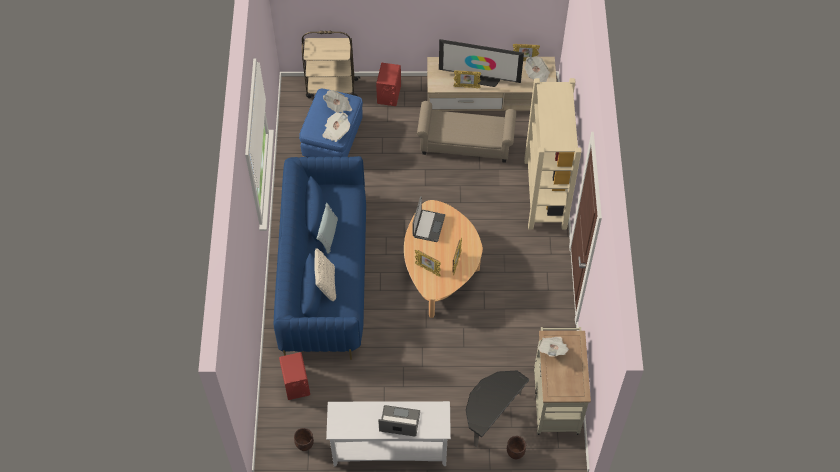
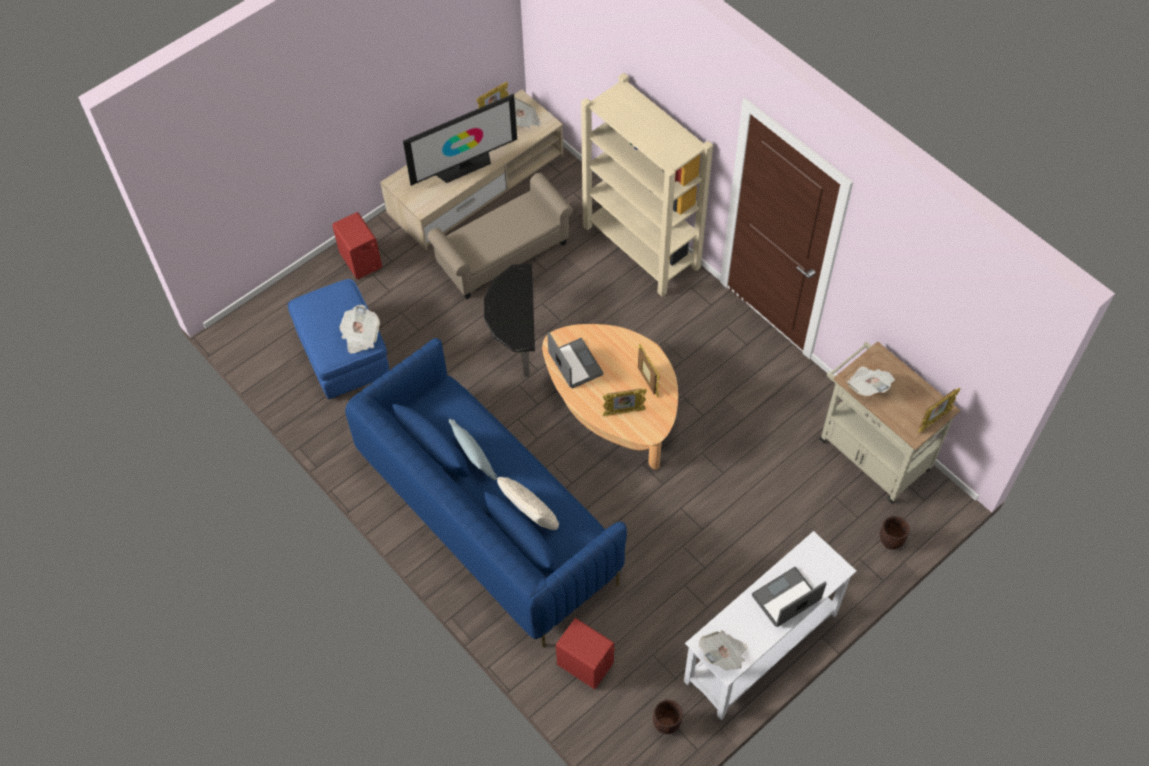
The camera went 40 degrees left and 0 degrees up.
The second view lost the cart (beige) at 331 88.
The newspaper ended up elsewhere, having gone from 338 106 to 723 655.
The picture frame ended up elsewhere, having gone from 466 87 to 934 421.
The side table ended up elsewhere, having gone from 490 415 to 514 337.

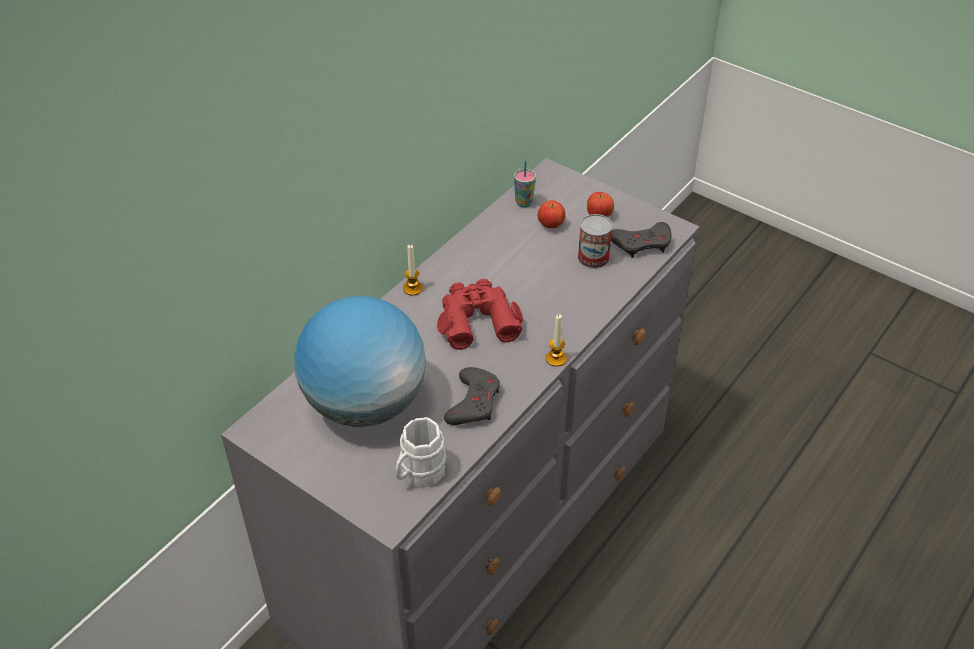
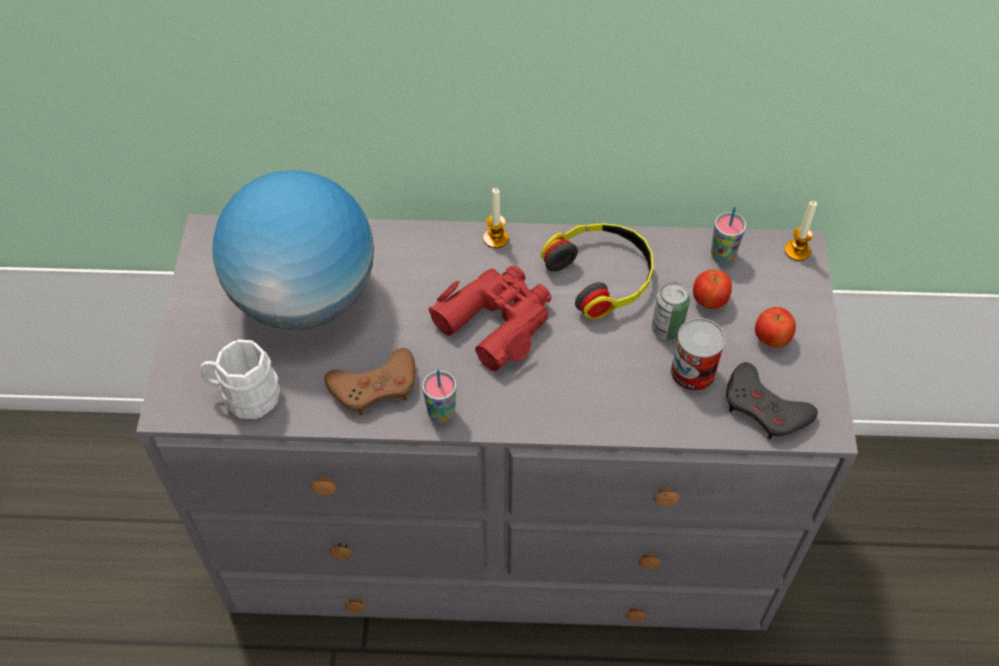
The camera went 55 degrees right and 10 degrees up.
What was the game controller (grey) at 473 402 turned into the game controller (brown) at 375 386.
The candle ended up elsewhere, having gone from 556 359 to 797 251.
The second view gained the cup at 441 413.
The second view gained the headphones at 601 275.
The second view gained the can at 667 328.

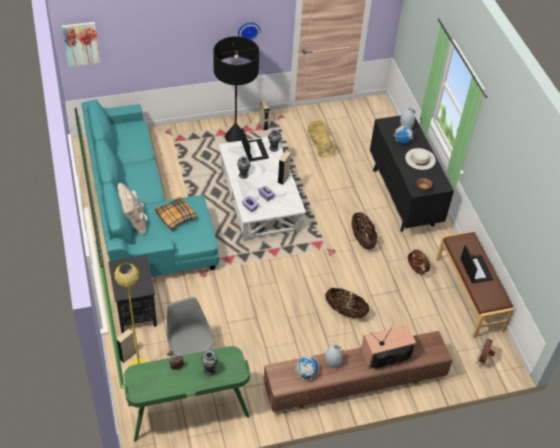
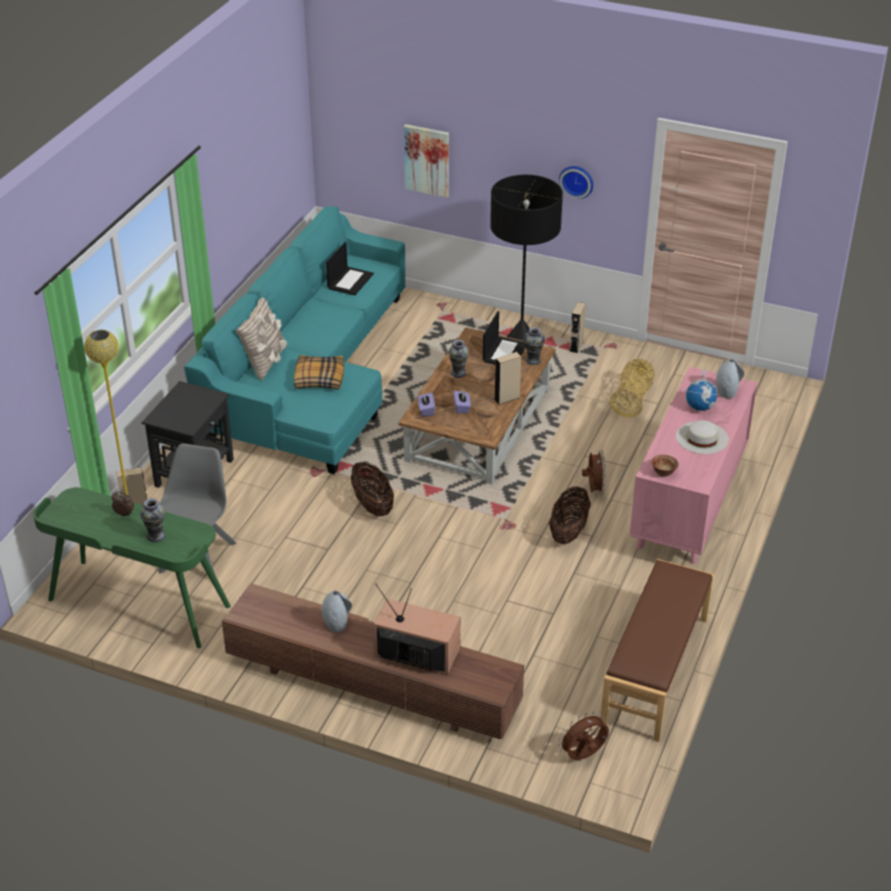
The camera went 40 degrees right and 10 degrees down.
The picture ended up elsewhere, having gone from 81 43 to 427 160.
What was the coffee table (white) at 259 198 turned into the coffee table (brown) at 478 423.
The second view lost the globe at 306 373.
The basket ended up elsewhere, having gone from 345 311 to 372 505.
What was the dresser (black) at 403 197 turned into the dresser (pink) at 688 510.
The fan (brown) ended up elsewhere, having gone from 416 270 to 593 489.
The laptop ended up elsewhere, having gone from 475 269 to 350 281.

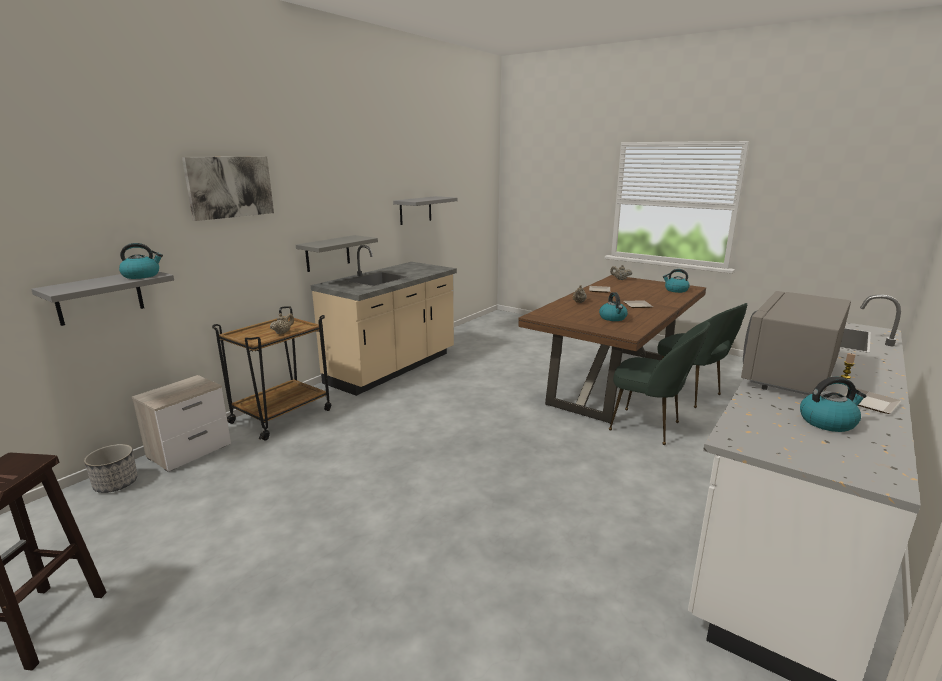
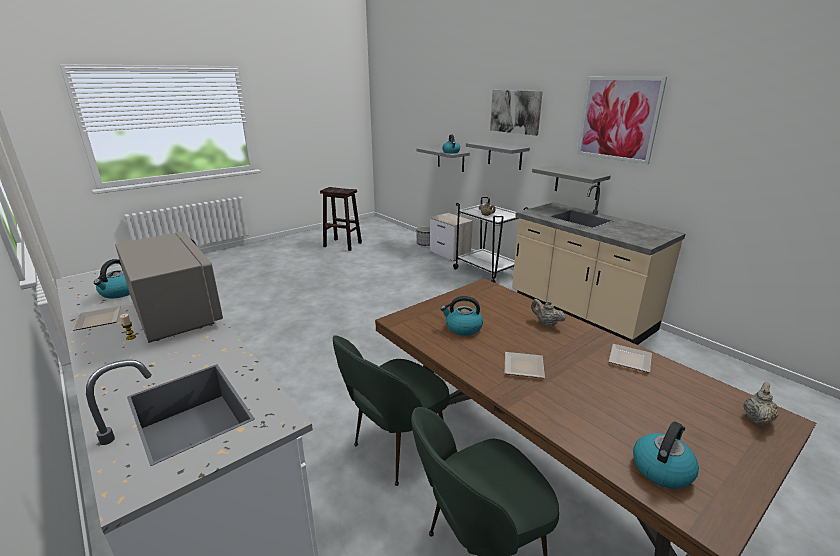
The camera went 105 degrees right and 5 degrees up.
What was the cart (brown) at 282 416 turned into the cart (white) at 487 272.
The shelf (grey) ended up elsewhere, having gone from 415 210 to 505 155.
The second view gained the picture at 618 119.

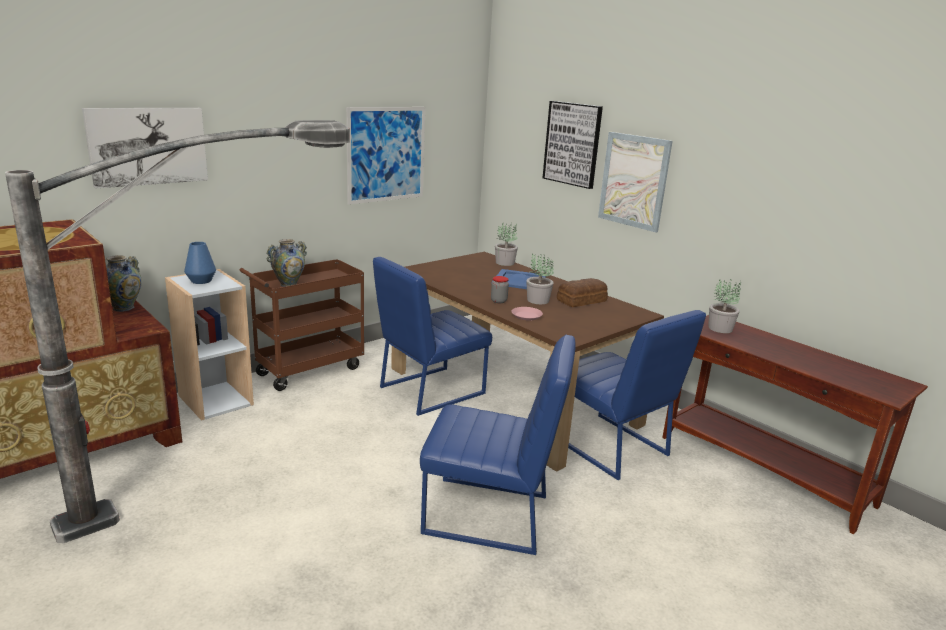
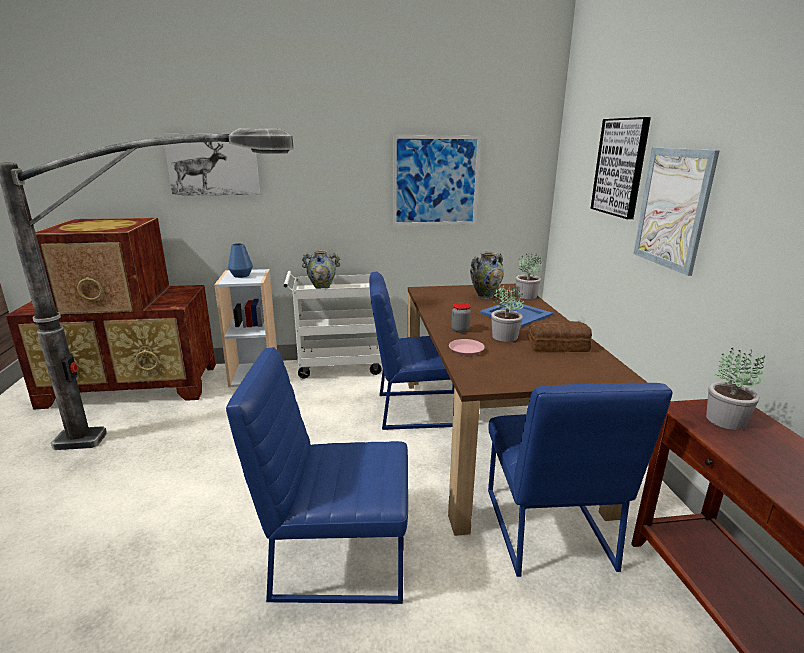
The camera went 35 degrees right and 0 degrees up.
The vase ended up elsewhere, having gone from 123 308 to 485 296.
What was the cart (brown) at 307 372 turned into the cart (white) at 338 368.
The chair (blue) at 490 515 ended up facing another way, 135 degrees clockwise from before.

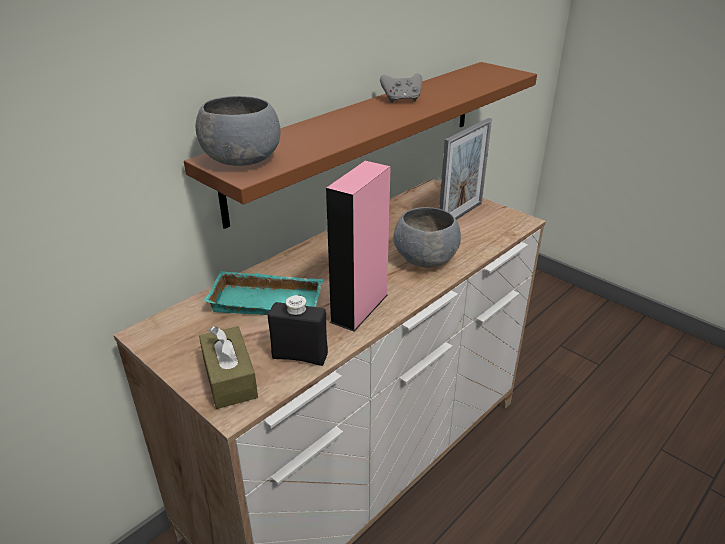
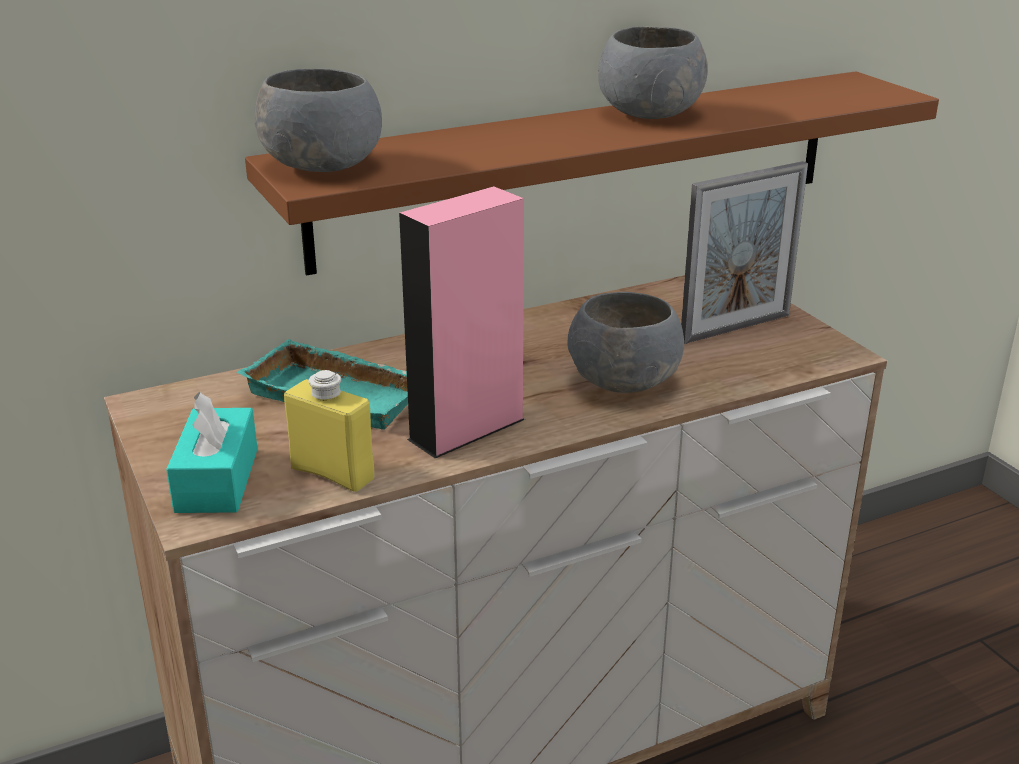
The camera went 20 degrees right and 5 degrees down.
What was the tissue box (brown) at 229 378 turned into the tissue box (turquoise) at 217 480.
What was the bottle (black) at 300 356 turned into the bottle (yellow) at 332 473.
Where the game controller (grey) stood at 401 100, the bowl (grey) came to stand at 648 114.

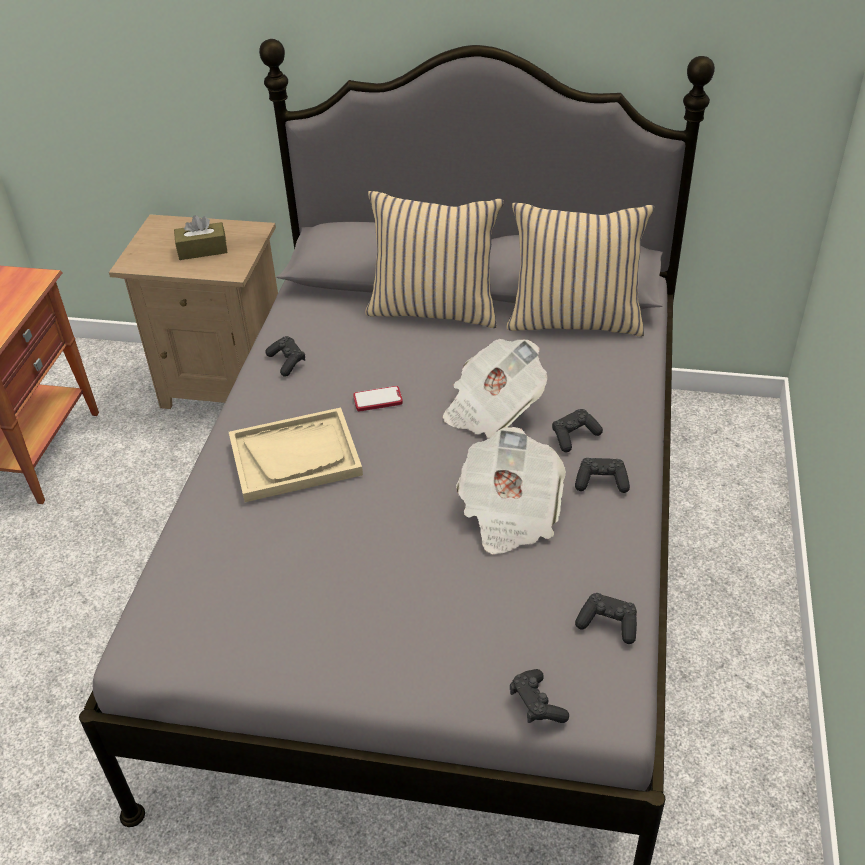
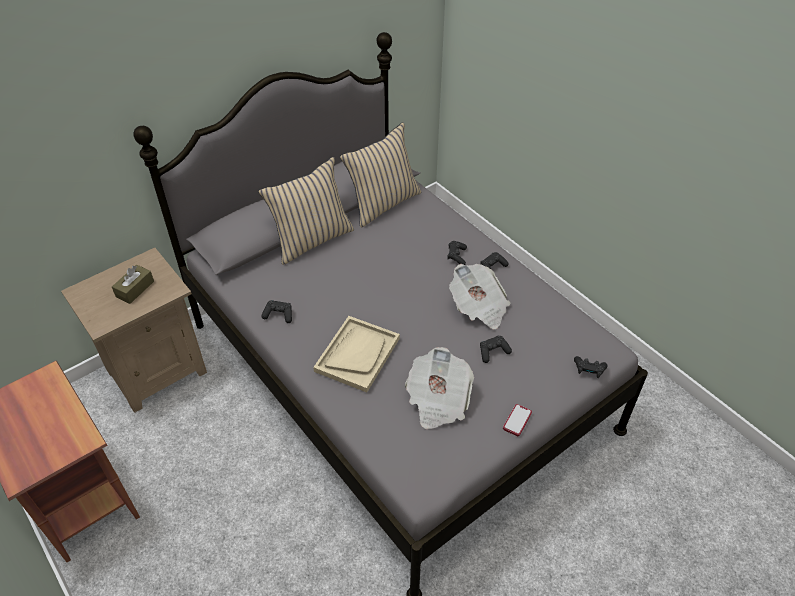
The camera went 50 degrees left and 5 degrees up.
The phone ended up elsewhere, having gone from 378 400 to 517 420.
The newspaper ended up elsewhere, having gone from 492 409 to 438 400.
The game controller (black) ended up elsewhere, having gone from 608 624 to 493 352.

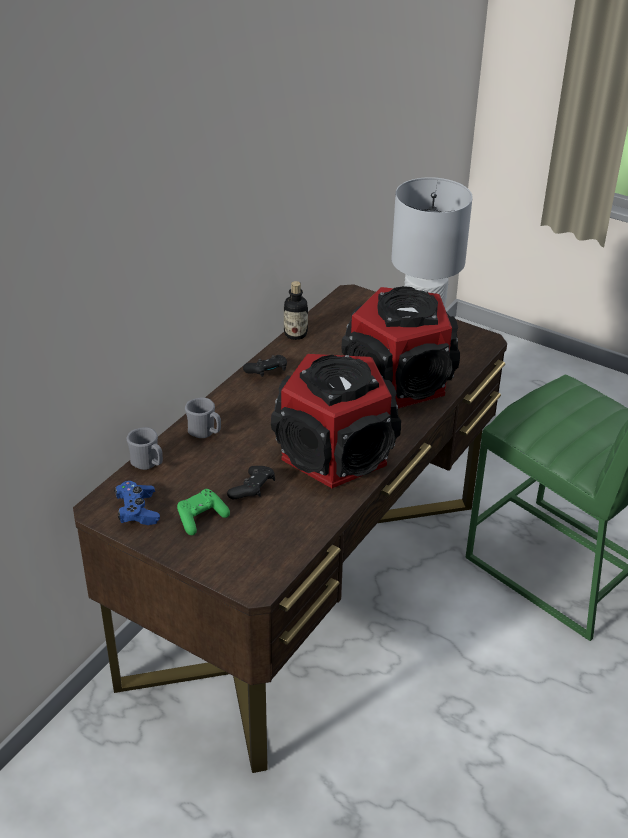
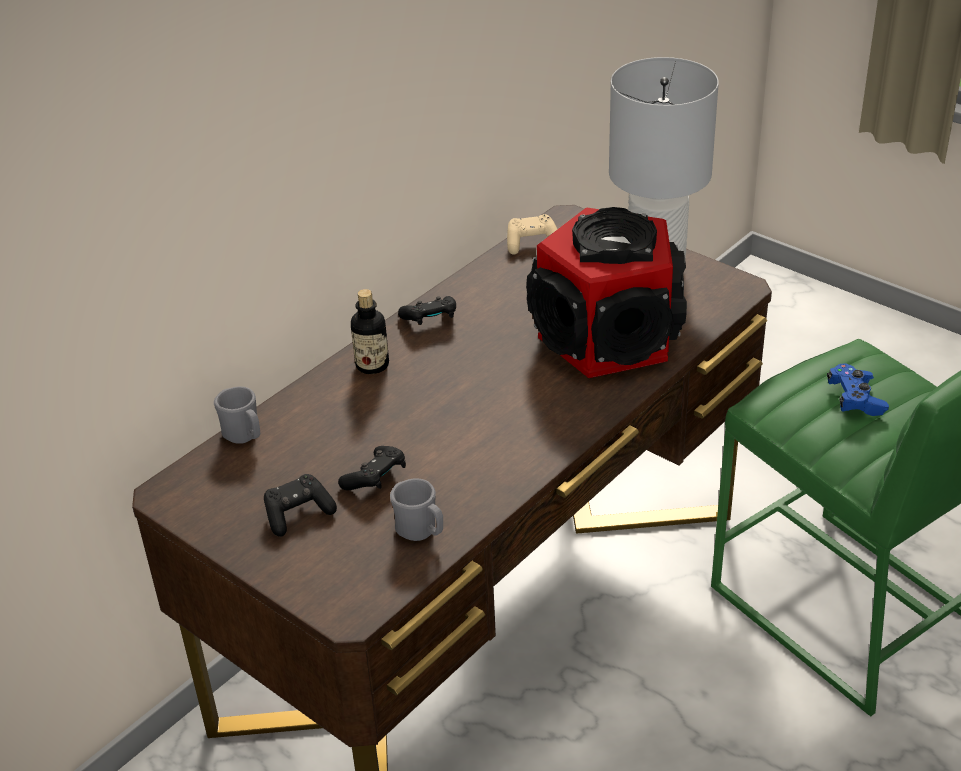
The camera went 10 degrees right and 0 degrees up.
The game controller (blue) ended up elsewhere, having gone from 137 511 to 855 399.
What was the game controller (green) at 201 518 turned into the game controller (black) at 298 514.
The mug (grey) ended up elsewhere, having gone from 205 433 to 421 532.
The second view lost the speaker at 335 453.
The bottle ended up elsewhere, having gone from 295 334 to 372 365.
The second view gained the game controller (beige) at 532 243.

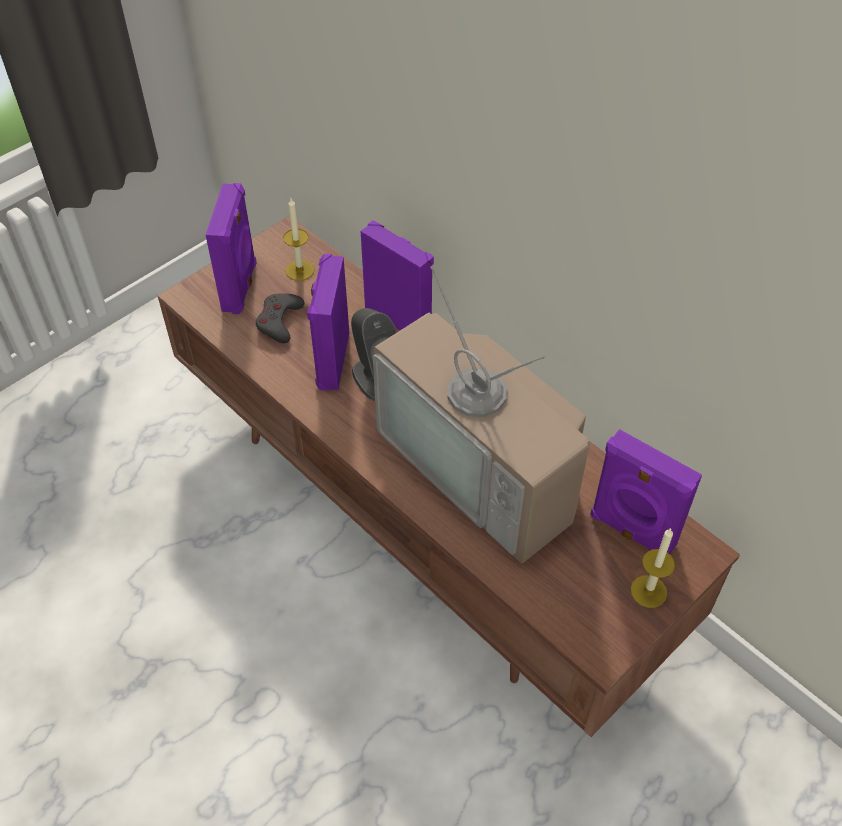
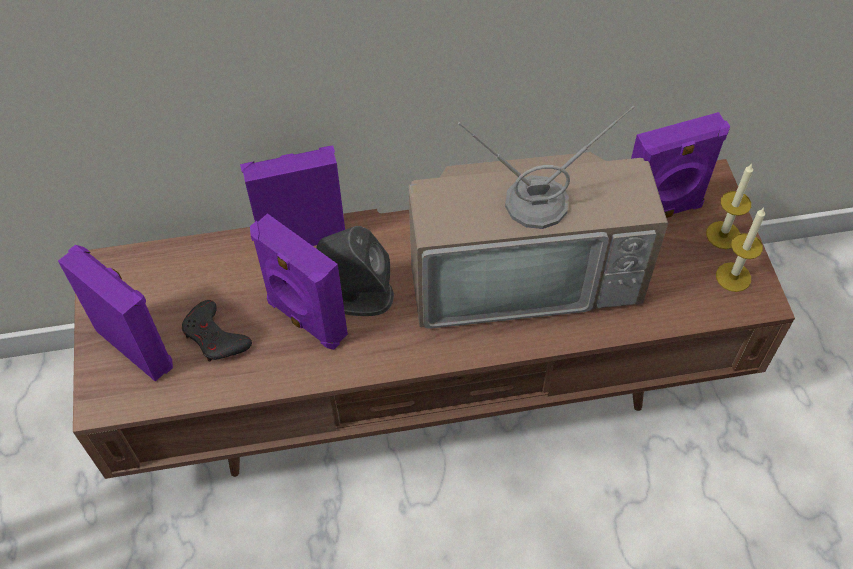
The camera went 55 degrees left and 5 degrees up.
The candle ended up elsewhere, having gone from 299 270 to 733 277.

